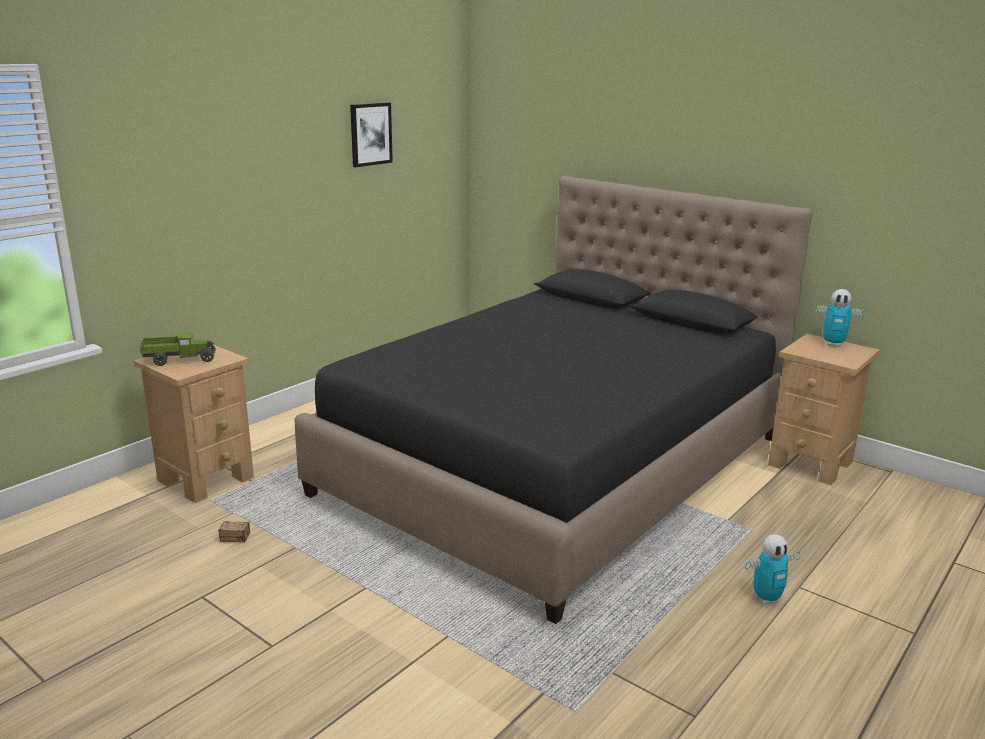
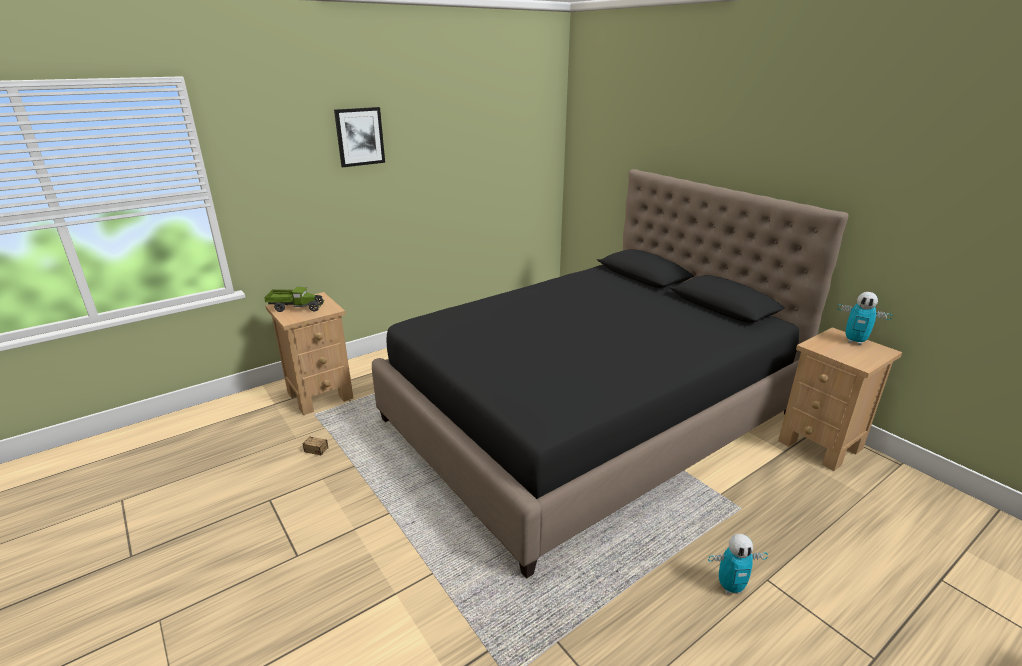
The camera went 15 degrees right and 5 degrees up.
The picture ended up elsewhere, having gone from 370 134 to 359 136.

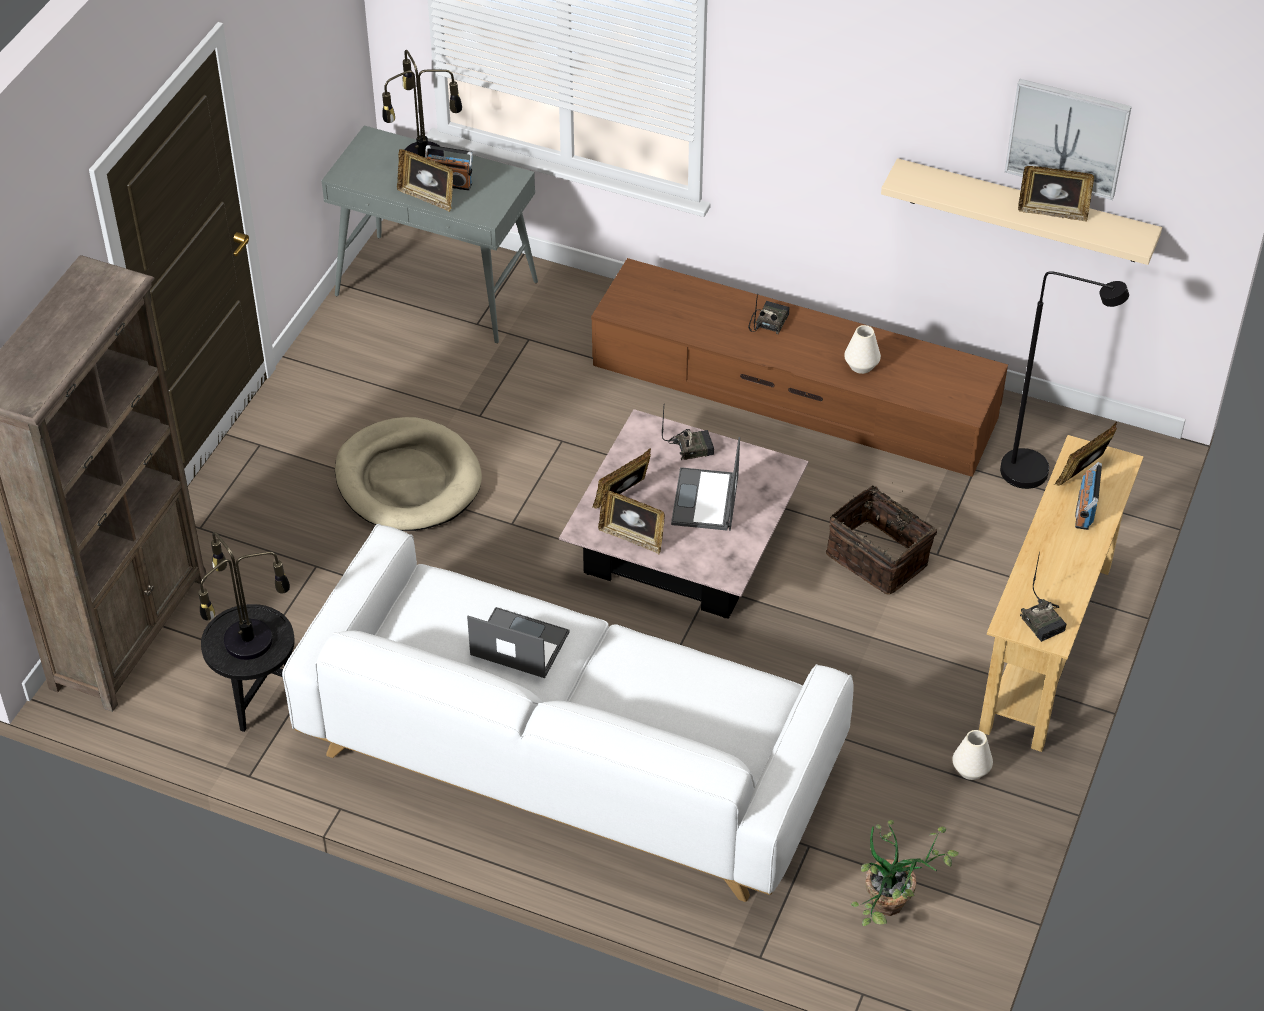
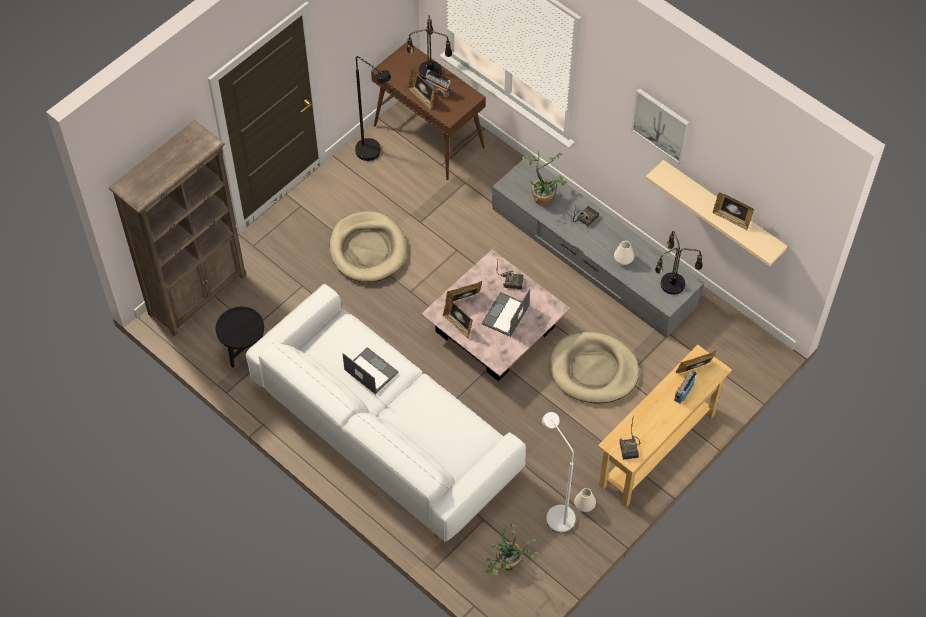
The camera went 20 degrees right and 10 degrees up.
The table lamp ended up elsewhere, having gone from 248 640 to 672 283.
What was the console table (grey) at 438 289 turned into the console table (brown) at 429 137.
What was the tv stand (brown) at 794 389 turned into the tv stand (grey) at 594 256.
Where the basket stood at 879 557, the dog bed (beige) came to stand at 593 370.
The floor lamp (black) ended up elsewhere, having gone from 1037 474 to 373 154.
The picture ended up elsewhere, having gone from 1067 137 to 661 125.
The second view gained the potted plant at 543 196.
The second view gained the floor lamp (white) at 556 513.

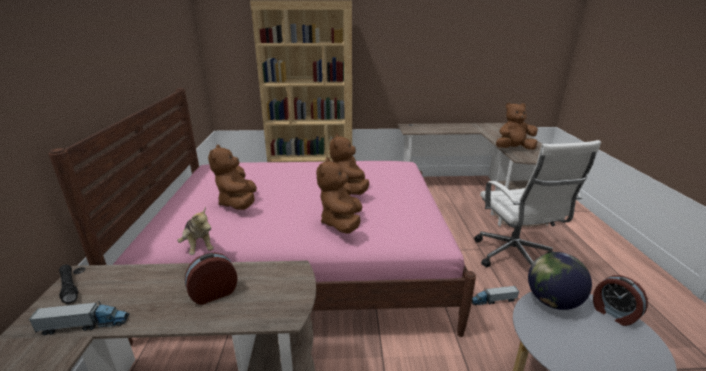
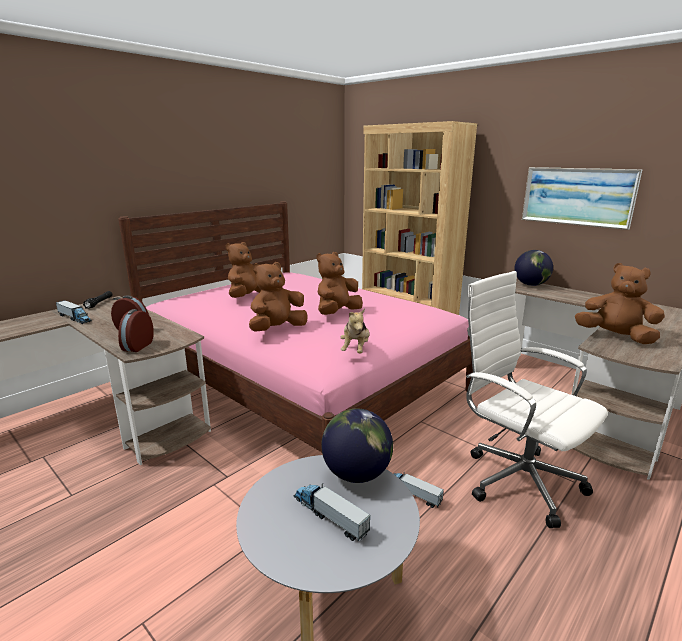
The camera went 45 degrees right and 5 degrees down.
The plush toy ended up elsewhere, having gone from 198 247 to 355 350.
The office chair (white) at 514 258 ended up facing another way, 105 degrees clockwise from before.
The alarm clock ended up elsewhere, having gone from 613 313 to 137 346.
The second view gained the toy truck at 329 516.
The second view gained the globe at 531 285.
The second view gained the picture at 577 196.

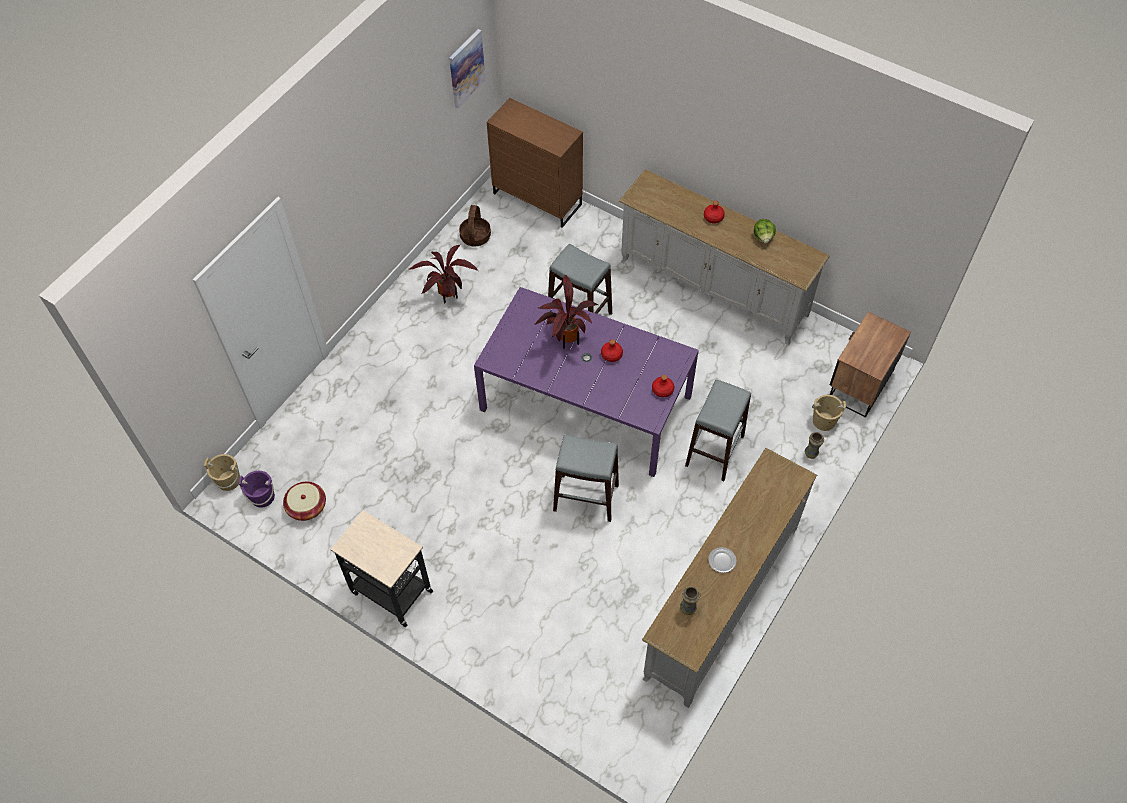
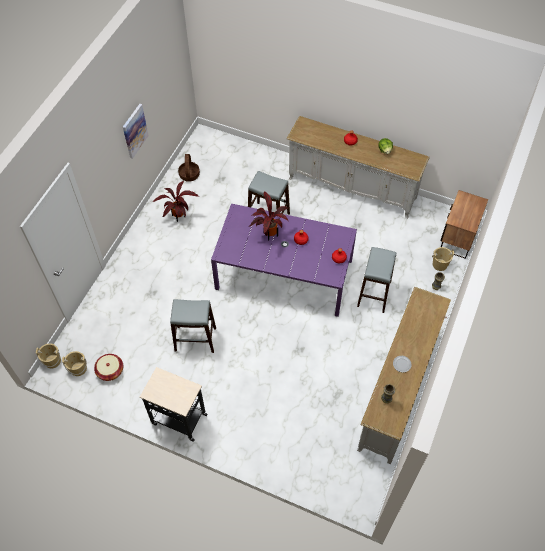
The camera went 10 degrees left and 0 degrees up.
What was the bucket (purple) at 262 497 turned into the bucket (beige) at 78 368.
The picture ended up elsewhere, having gone from 466 68 to 134 131.
The second view lost the dresser (brown) at 538 198.
The stool (grey) ended up elsewhere, having gone from 585 498 to 195 339.

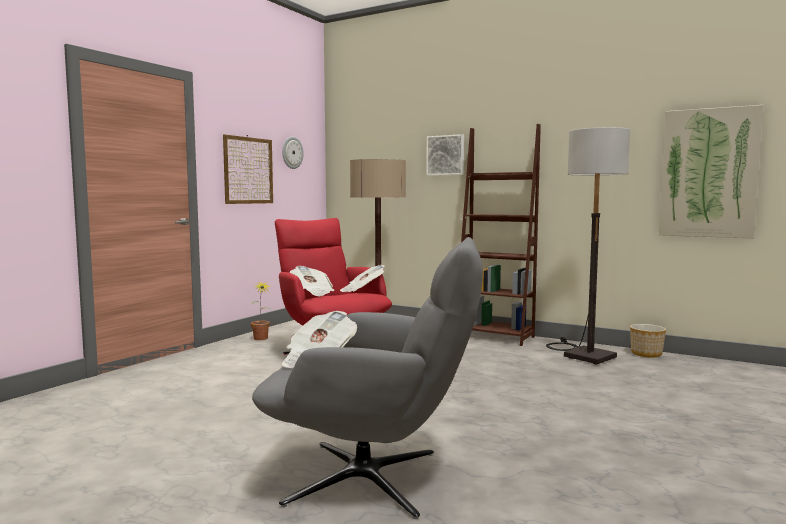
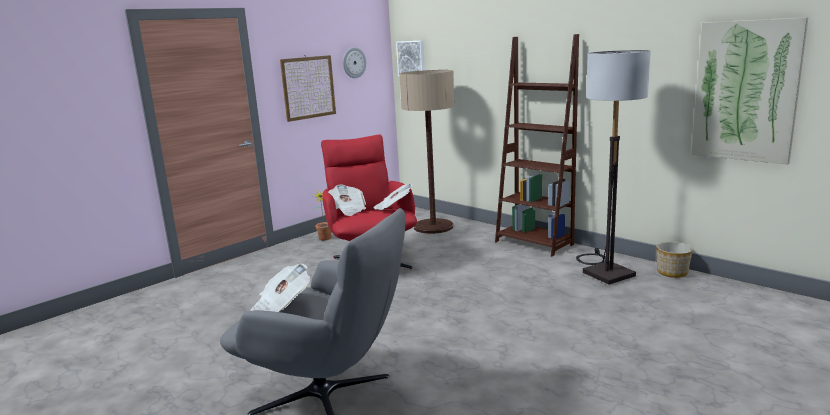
The camera went 15 degrees right and 10 degrees up.
The picture ended up elsewhere, having gone from 446 155 to 411 58.

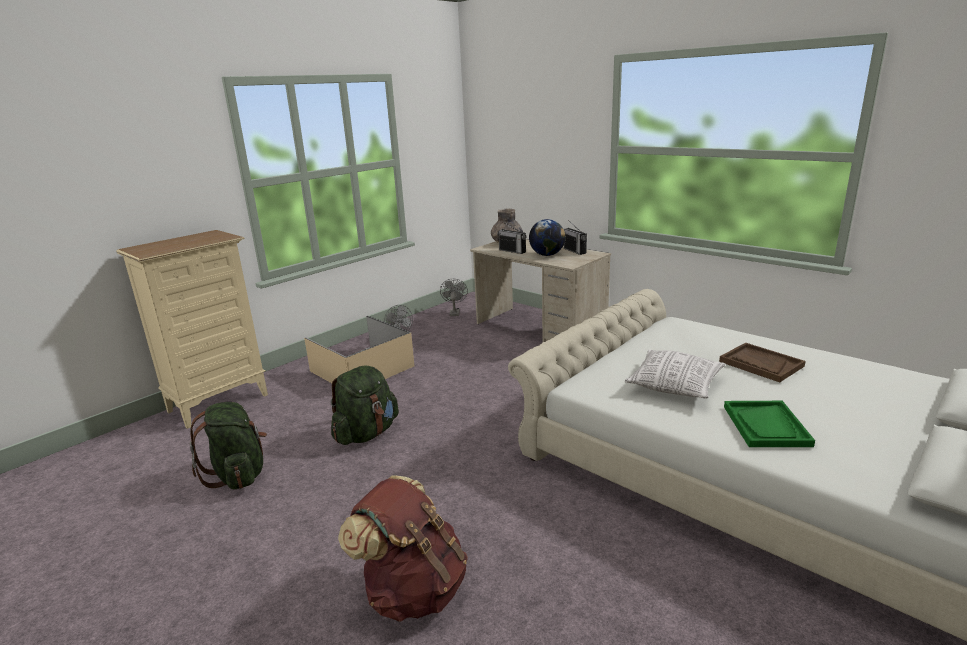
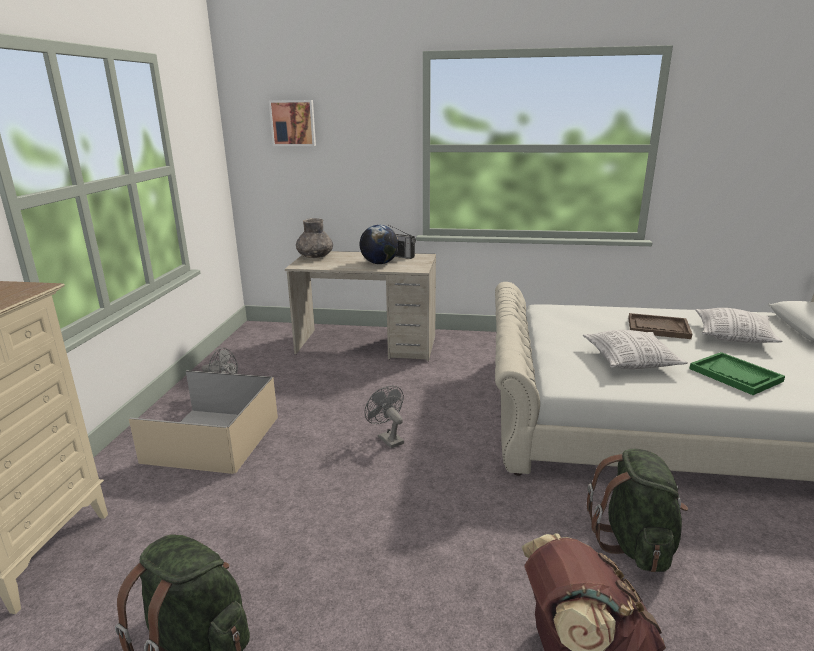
The camera went 35 degrees left and 0 degrees up.
The backpack (green) ended up elsewhere, having gone from 366 433 to 634 543.
The fan (grey) ended up elsewhere, having gone from 454 312 to 387 438.
The second view lost the radio at 512 251.
The second view gained the picture at 293 123.
The second view gained the pillow at 733 336.

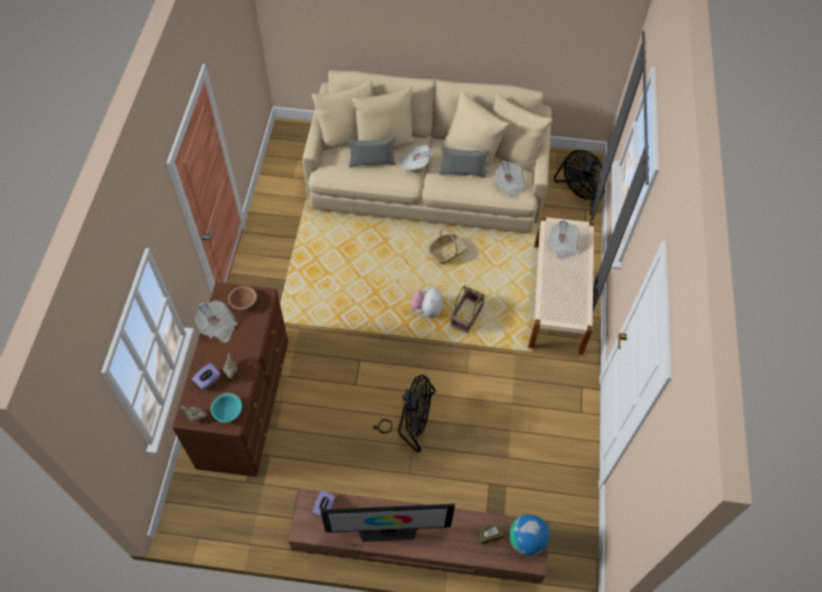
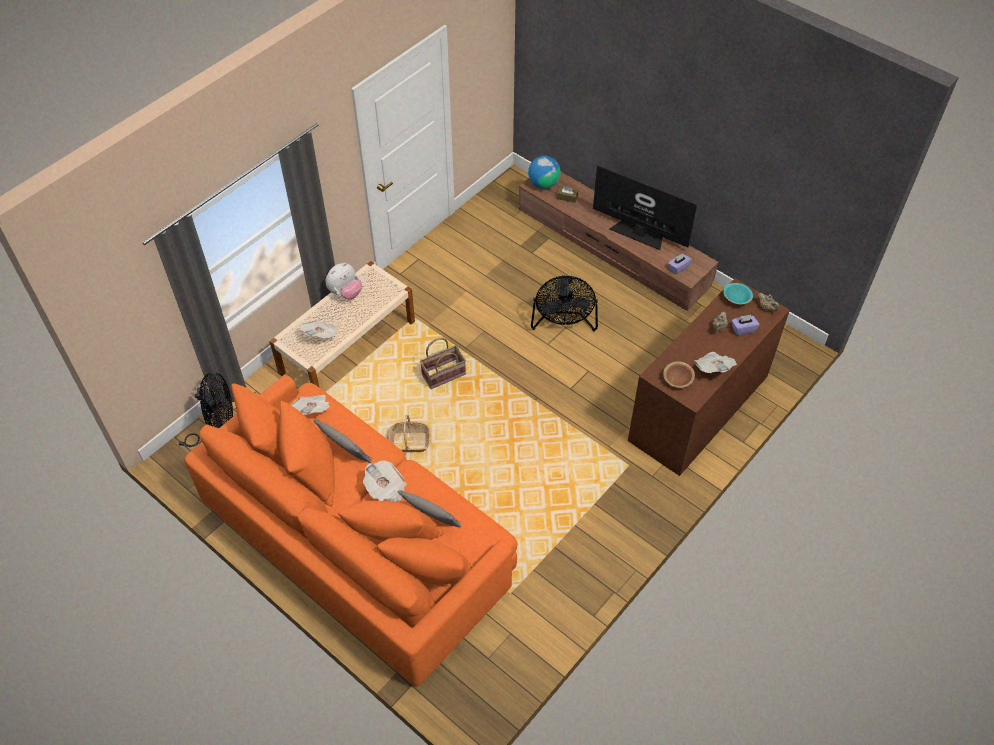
The camera went 145 degrees left and 5 degrees down.
What was the sofa (beige) at 427 179 turned into the sofa (orange) at 358 537.
The fan (black) at 410 422 ended up facing another way, 135 degrees counterclockwise from before.
The plush toy ended up elsewhere, having gone from 427 310 to 345 293.

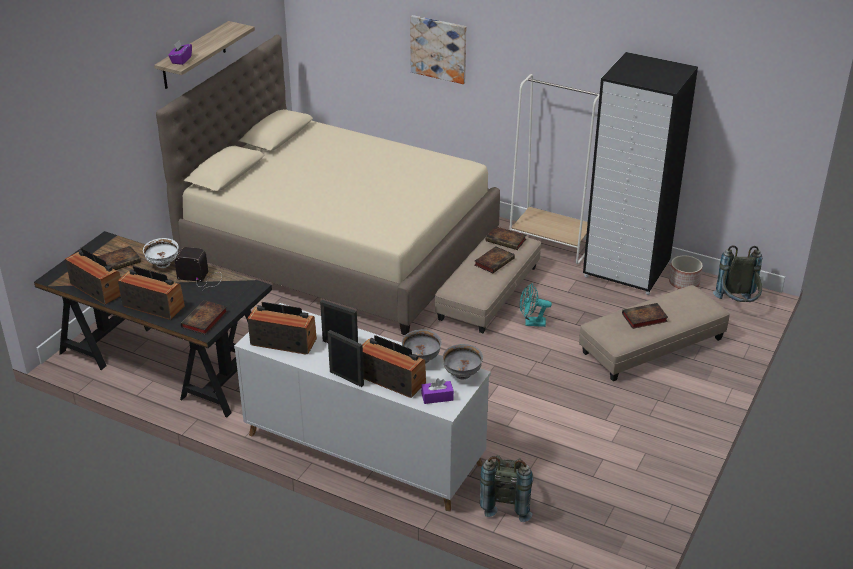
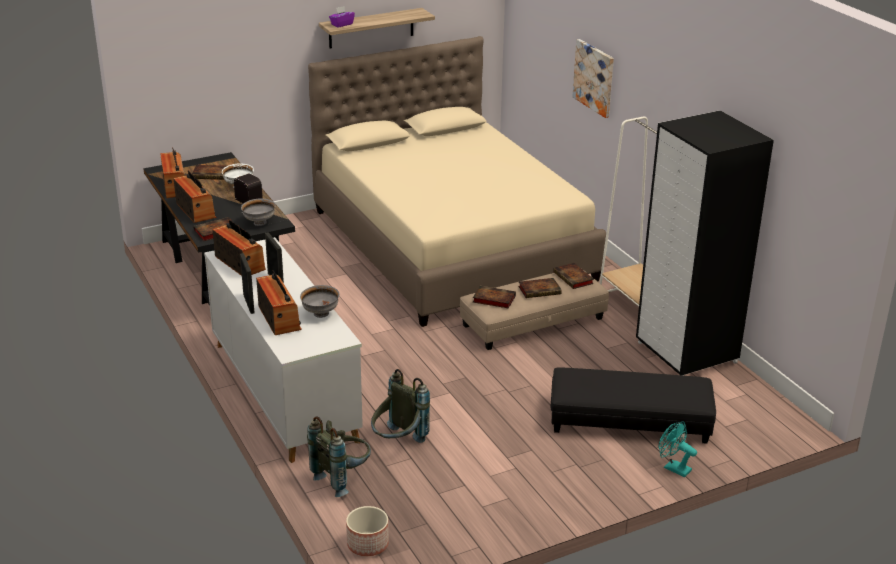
The camera went 35 degrees right and 5 degrees down.
The second view lost the tissue box (purple) at 437 397.
The bowl (grey) ended up elsewhere, having gone from 462 375 to 259 223.
The fan (turquoise) ended up elsewhere, having gone from 531 323 to 673 468.
What was the ottoman (beige) at 652 345 turned into the ottoman (black) at 629 420.
The book ended up elsewhere, having gone from 643 318 to 493 299.
The planter ended up elsewhere, having gone from 683 283 to 367 544.
The backpack (grey) ended up elsewhere, having gone from 737 305 to 398 443.

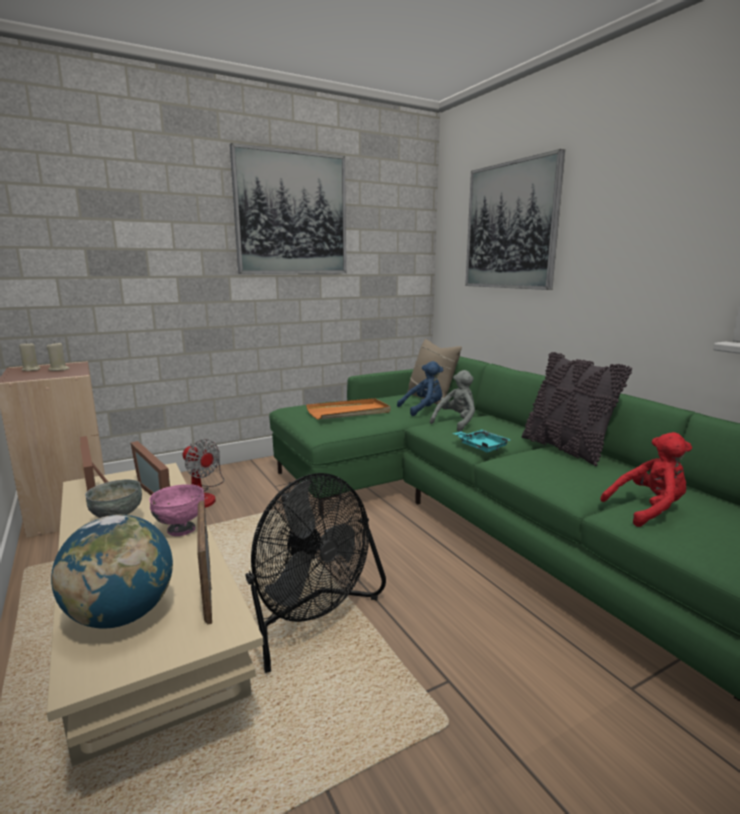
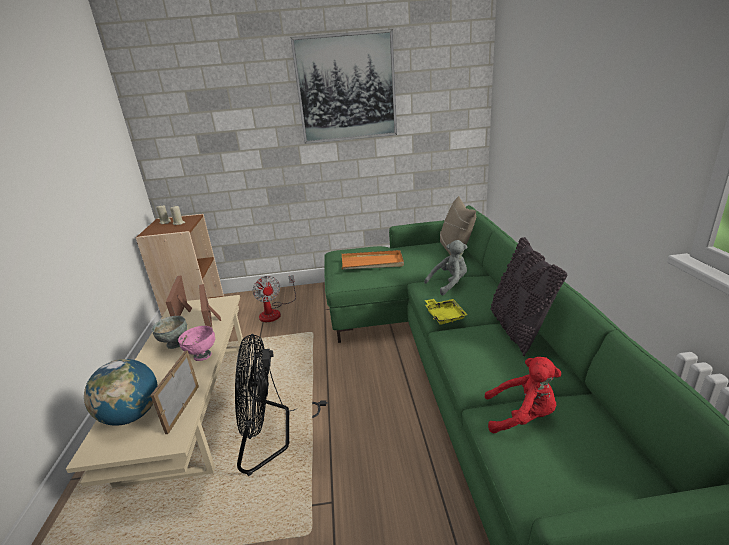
The camera went 25 degrees right and 10 degrees up.
The fan (black) at 303 621 ended up facing another way, 105 degrees clockwise from before.
The second view lost the plush toy (blue) at 423 409.
What was the tray (turquoise) at 481 446 turned into the tray (yellow) at 444 315.
The second view lost the picture at 511 226.

